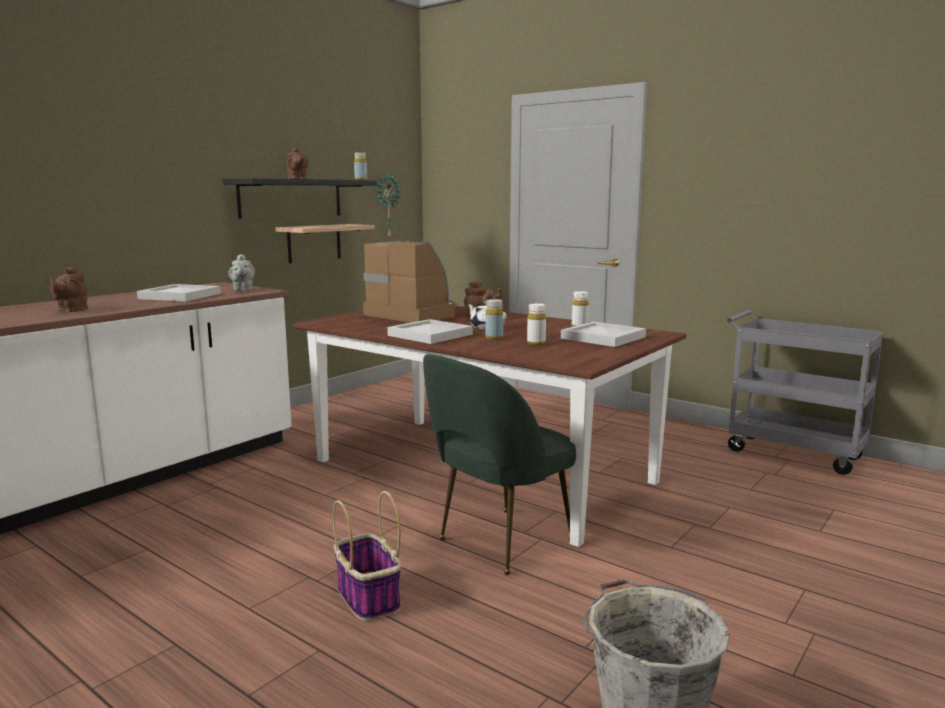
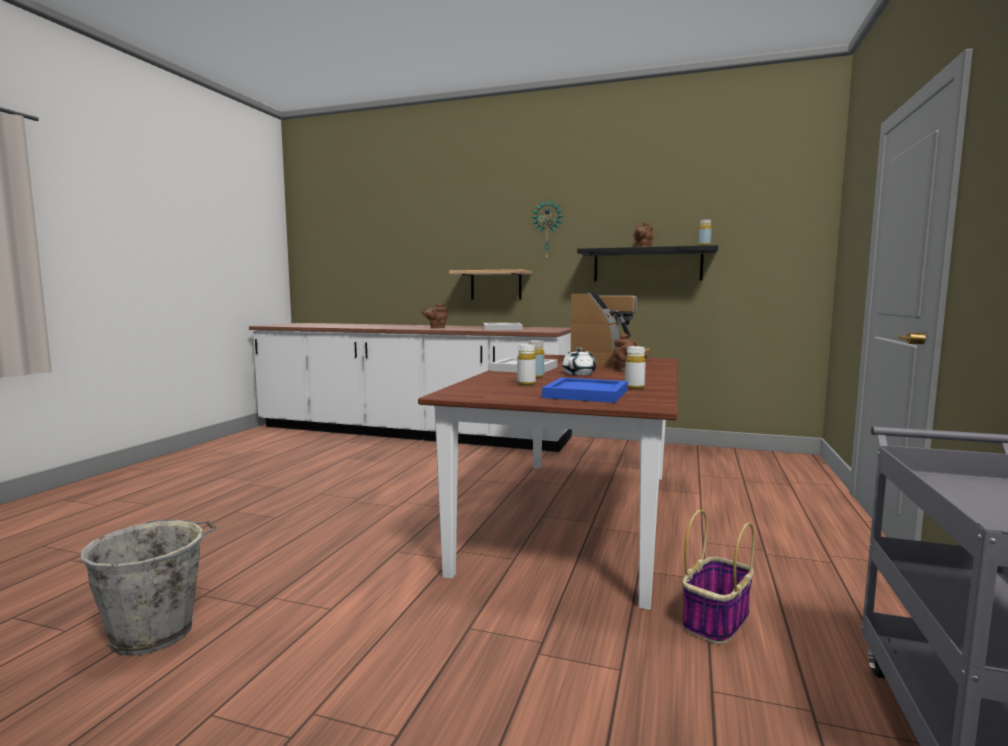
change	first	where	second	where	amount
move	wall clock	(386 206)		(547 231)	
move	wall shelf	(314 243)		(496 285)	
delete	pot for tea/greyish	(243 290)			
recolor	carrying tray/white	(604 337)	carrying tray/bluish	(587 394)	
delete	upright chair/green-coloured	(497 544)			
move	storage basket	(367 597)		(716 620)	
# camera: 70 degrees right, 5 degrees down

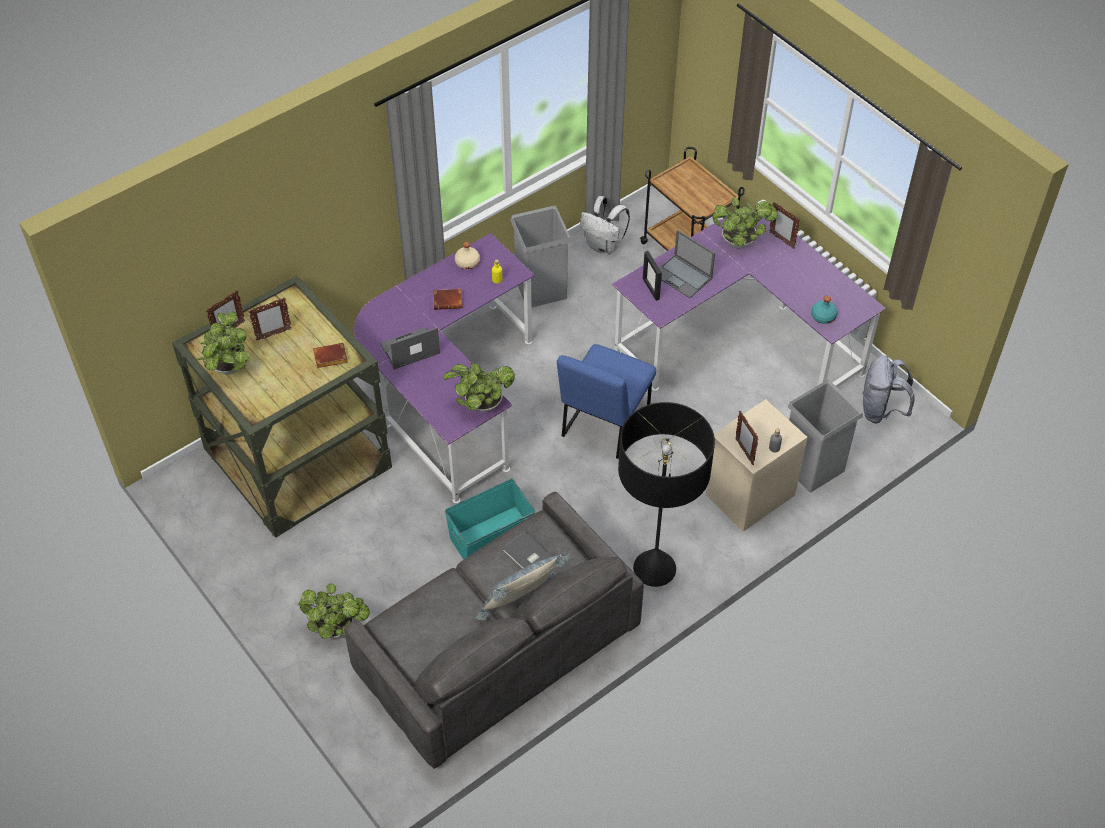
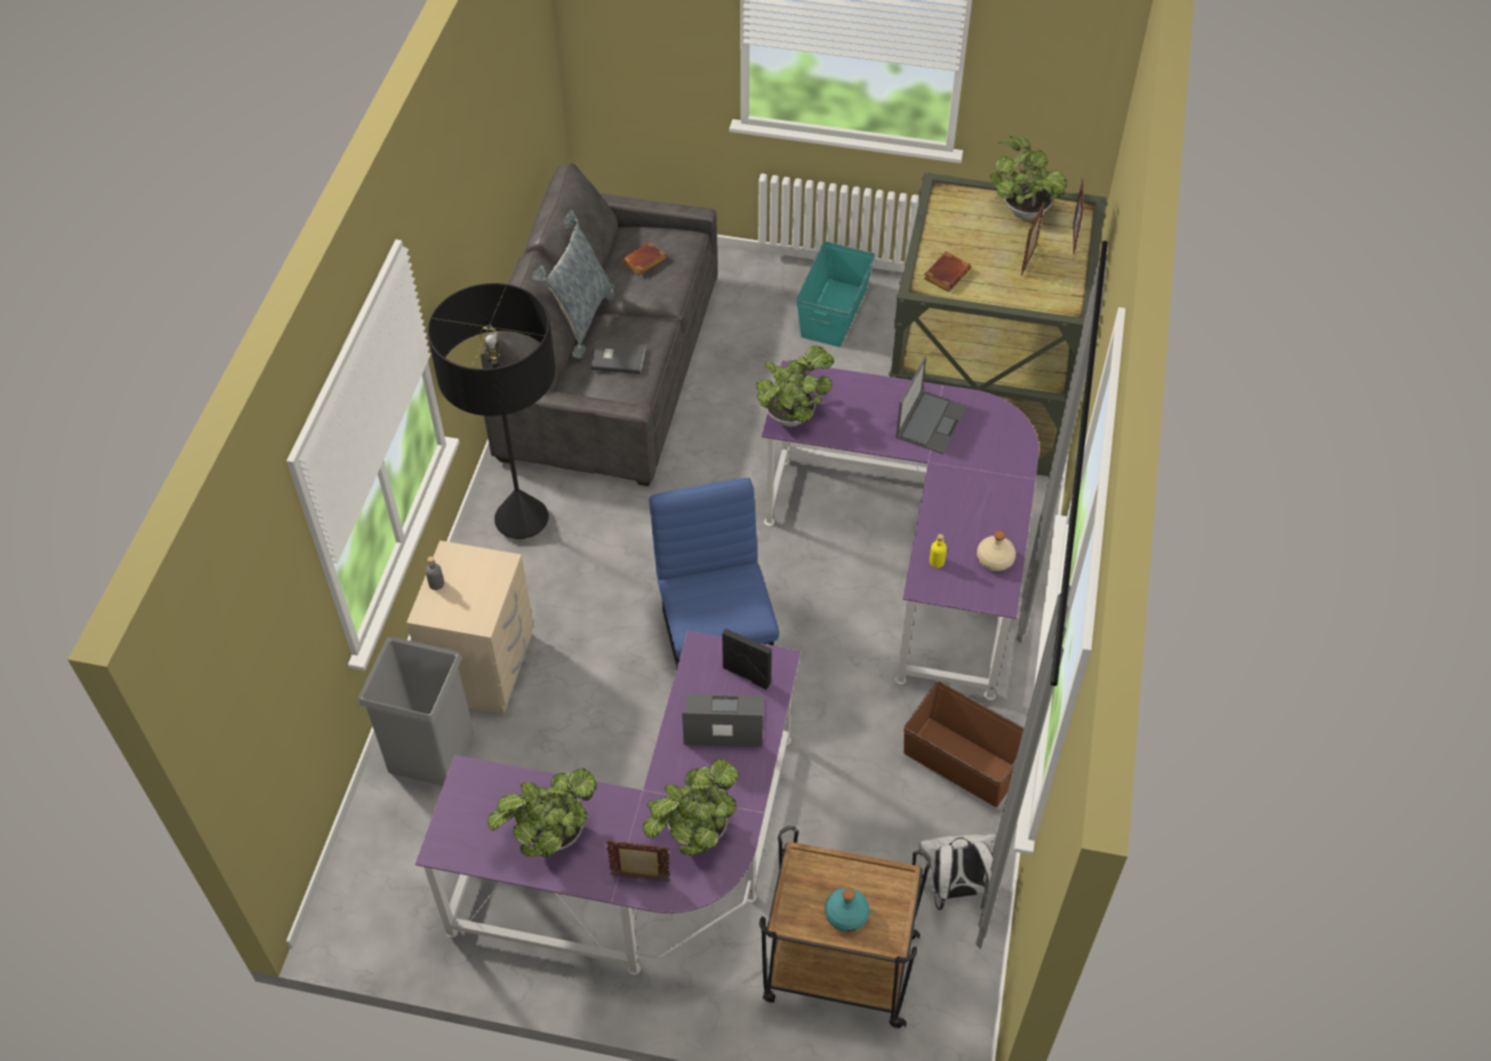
change	first	where	second	where	amount
replace	trash can/greyish	(541 288)	storage container/brownish	(962 762)	
move	bound book/brownish	(448 301)		(644 262)	
move	bottle/turquoise-coloured	(823 316)		(847 914)	
delete	rucksack/greyish	(881 410)			
delete	standing frame	(744 451)			
move	storage container/turquoise-coloured	(490 534)		(834 312)	
move	houseplant	(338 628)		(550 836)	
# camera: 140 degrees right, 0 degrees up

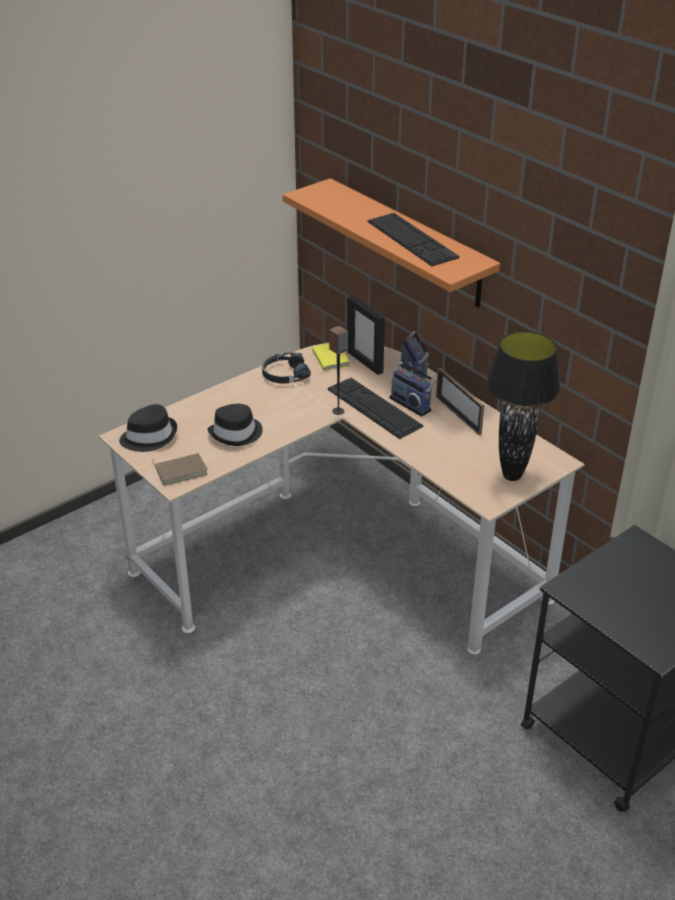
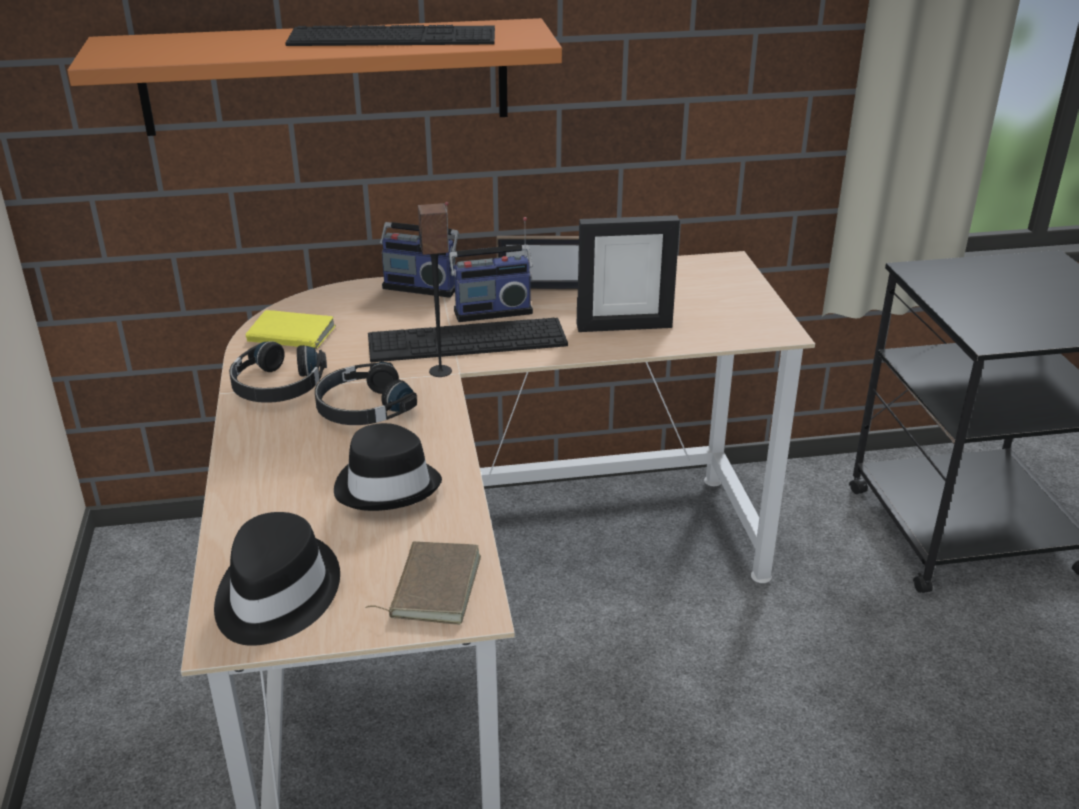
change	first	where	second	where	amount
move	standing frame	(365 362)		(624 326)	
delete	table lamp/black-coloured	(512 476)			
insert			pair of headphones/black-coloured	(363 407)	
# camera: 60 degrees left, 5 degrees down

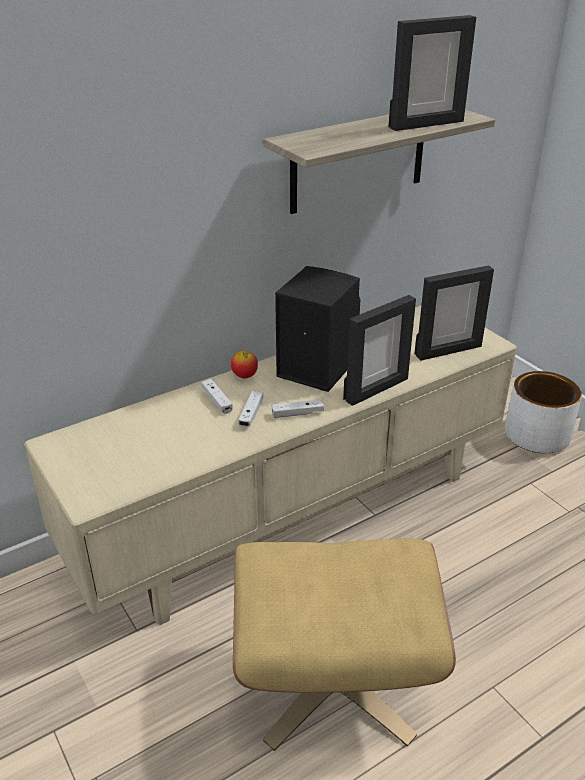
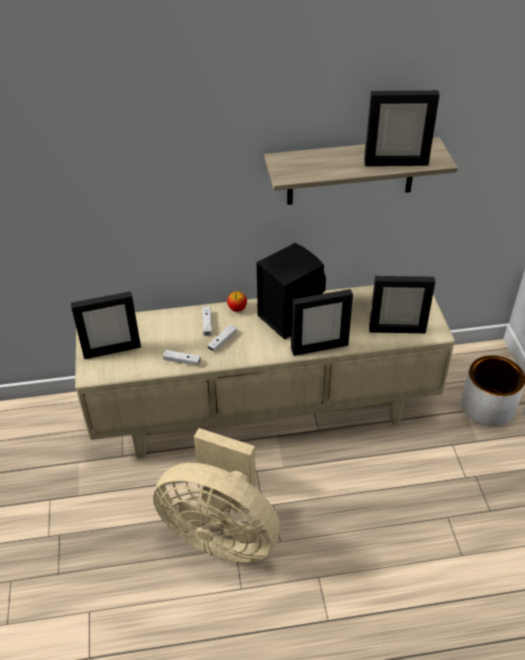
change	first	where	second	where	amount
move	game controller/white	(297 413)		(182 361)	
replace	pouffe/beige	(335 679)	fan/beige	(222 532)	
insert			standing frame	(112 349)	
# camera: 25 degrees right, 10 degrees up

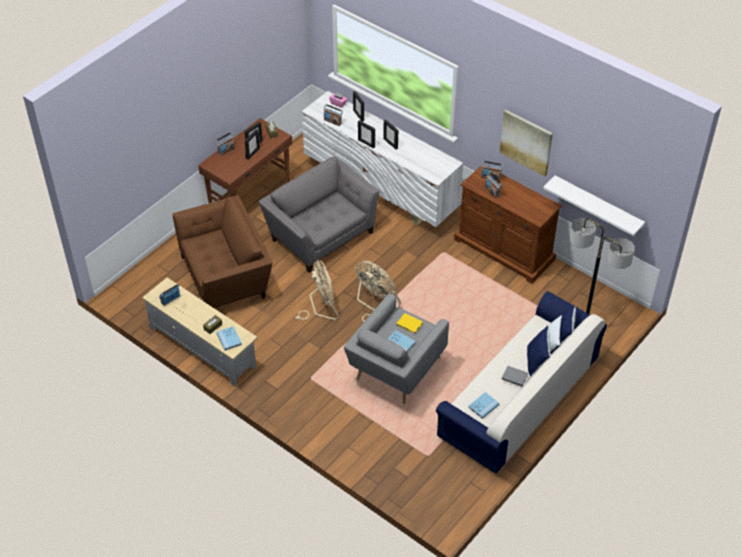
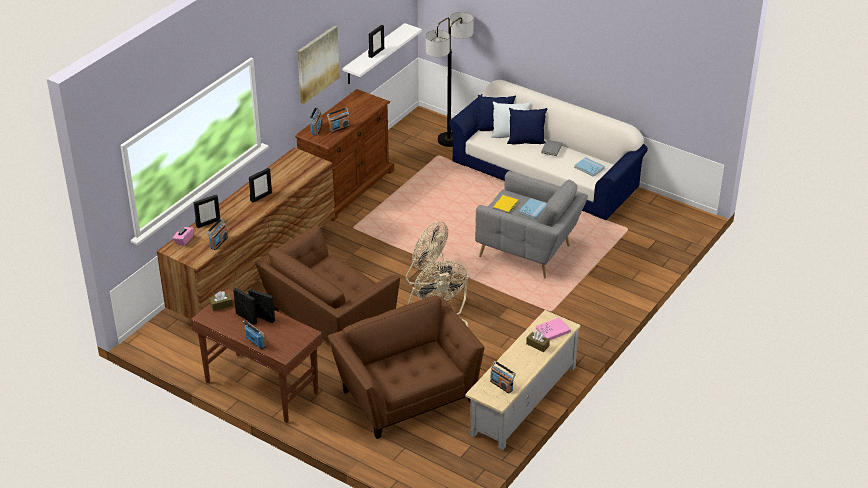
change	first	where	second	where	amount
recolor	cupboard/white	(381 191)	cupboard/brownish	(254 277)	
move	standing frame	(366 143)		(376 52)	
recolor	lounge chair/greyish	(320 234)	lounge chair/brownish	(329 320)	
recolor	bound book/bluish	(229 339)	bound book/pinkish	(553 330)	
# camera: 95 degrees left, 10 degrees down

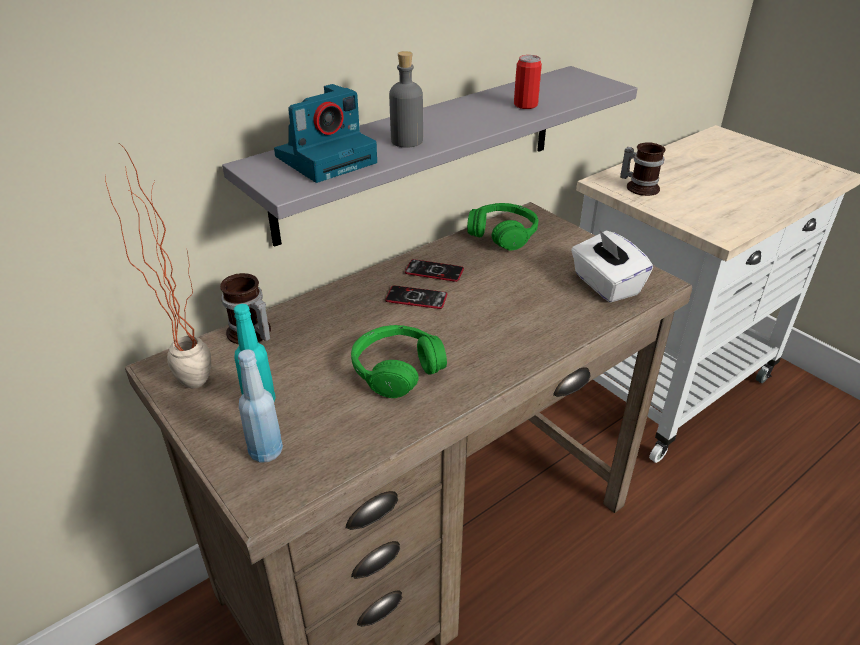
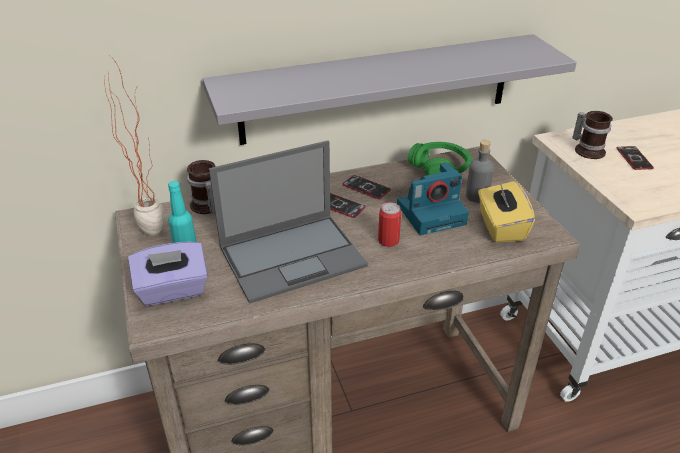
change	first	where	second	where	amount
move	bottle/greyish	(407 141)		(477 196)	
move	metal can	(525 105)		(388 241)	
move	photo camera	(327 158)		(432 213)	
recolor	tissue box/white	(605 285)	tissue box/yellow-coloured	(500 227)	
replace	pair of headphones/green-coloured	(396 370)	notebook computer	(293 256)	
replace	bottle/bluish	(266 452)	tissue box/purplish	(173 290)	
insert			handset	(634 158)	
# camera: 20 degrees right, 0 degrees up

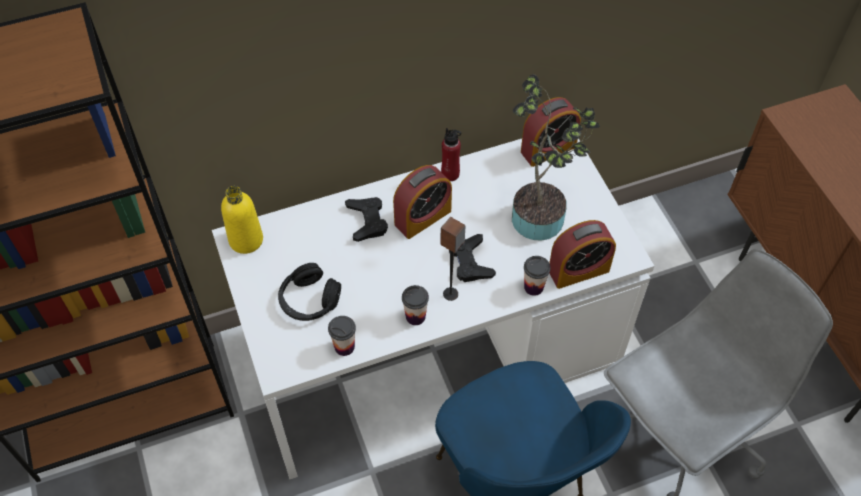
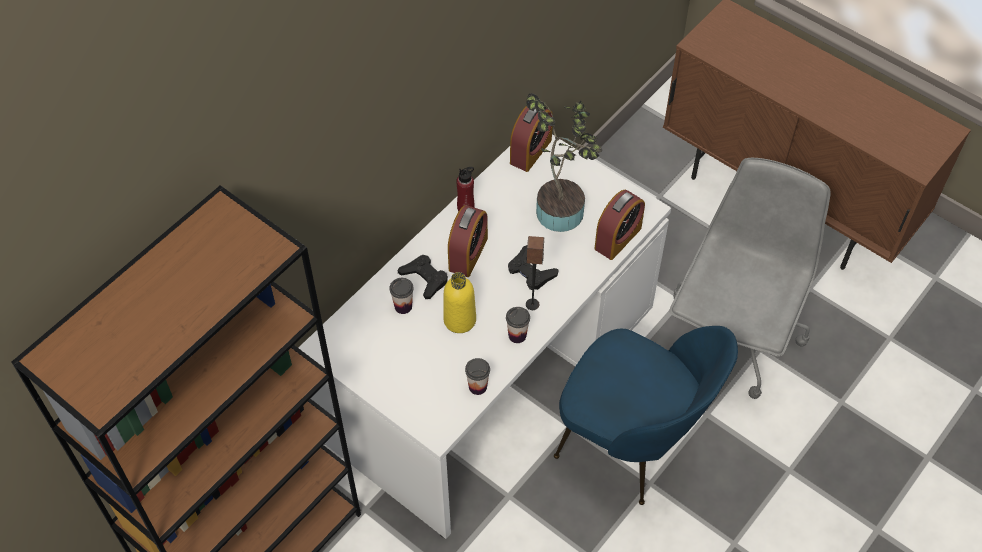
change	first	where	second	where	amount
move	bottle/yellow-coloured	(246 240)		(459 320)	
move	cup	(533 287)		(403 306)	
delete	pair of headphones/black-coloured	(309 300)			
# camera: 30 degrees left, 0 degrees up

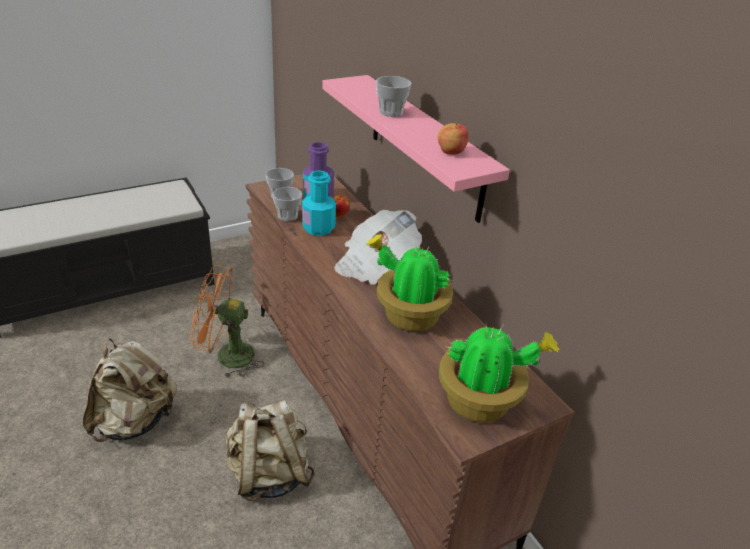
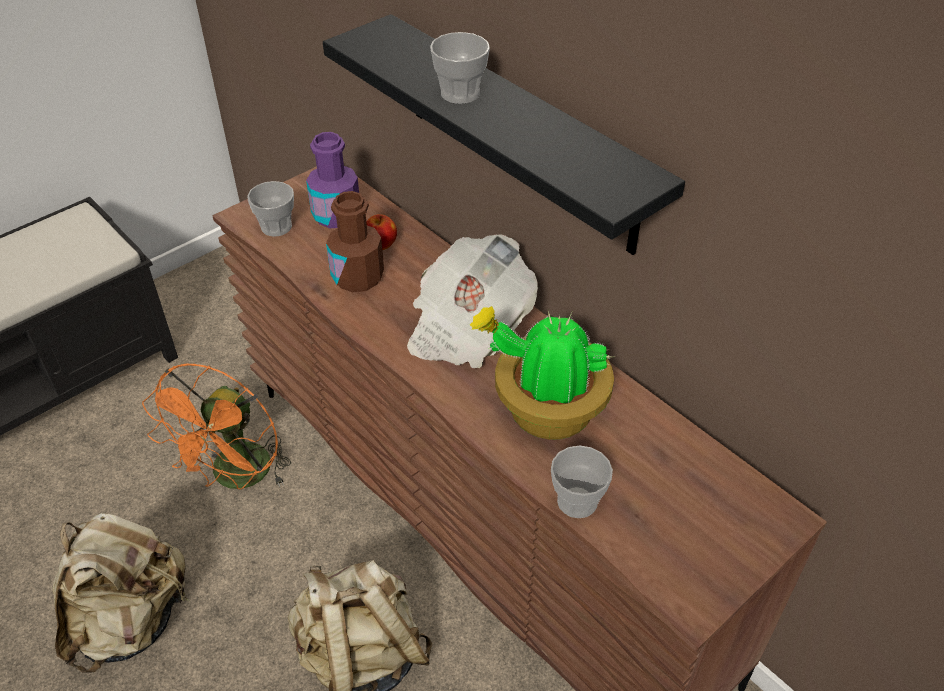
change	first	where	second	where	amount
recolor	wall shelf/pinkish	(425 146)	wall shelf/black-coloured	(519 134)	
delete	apple fruit	(451 151)			
recolor	bottle/turquoise-coloured	(318 228)	bottle/brownish	(358 277)	
move	cup	(287 216)		(577 501)	
rotate	fan/orange-coloured	(226 356)		(237 478)	60 degrees counterclockwise
delete	houseplant	(481 402)			
# camera: 10 degrees left, 10 degrees up

